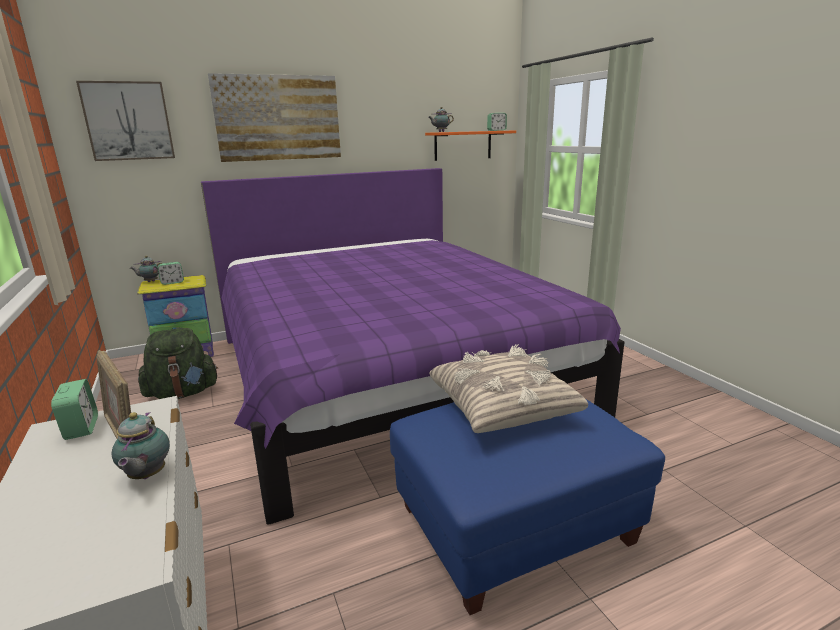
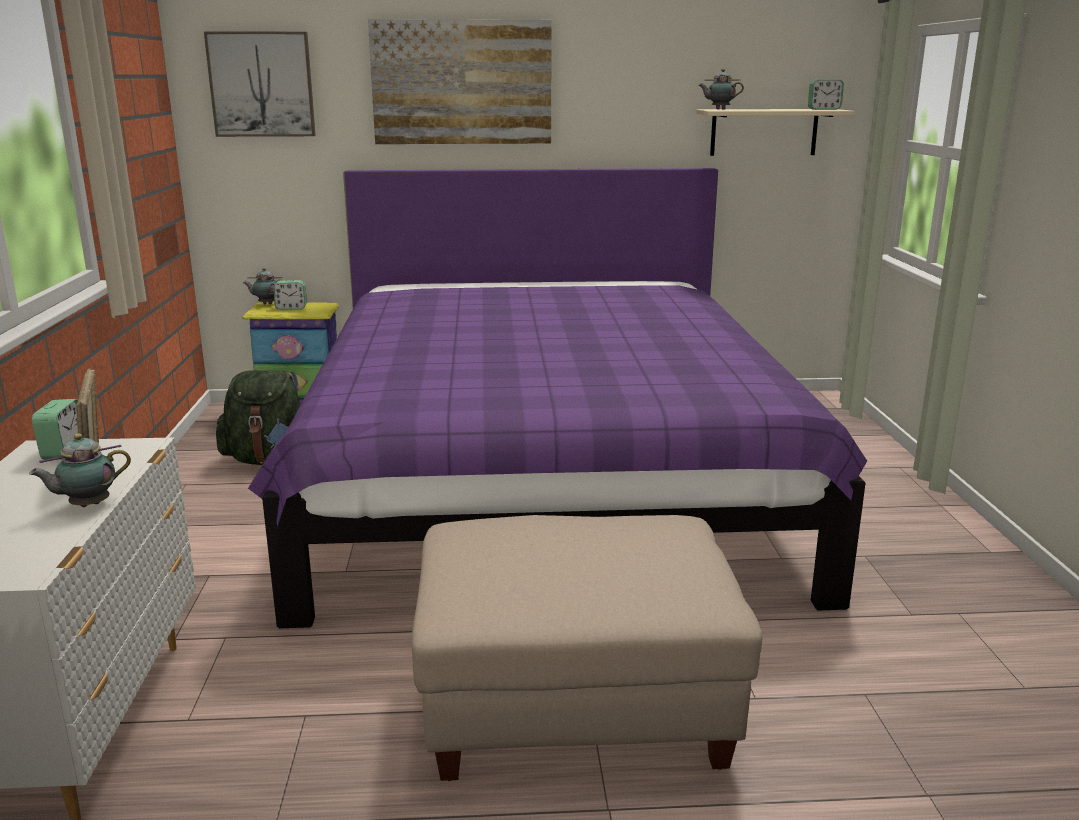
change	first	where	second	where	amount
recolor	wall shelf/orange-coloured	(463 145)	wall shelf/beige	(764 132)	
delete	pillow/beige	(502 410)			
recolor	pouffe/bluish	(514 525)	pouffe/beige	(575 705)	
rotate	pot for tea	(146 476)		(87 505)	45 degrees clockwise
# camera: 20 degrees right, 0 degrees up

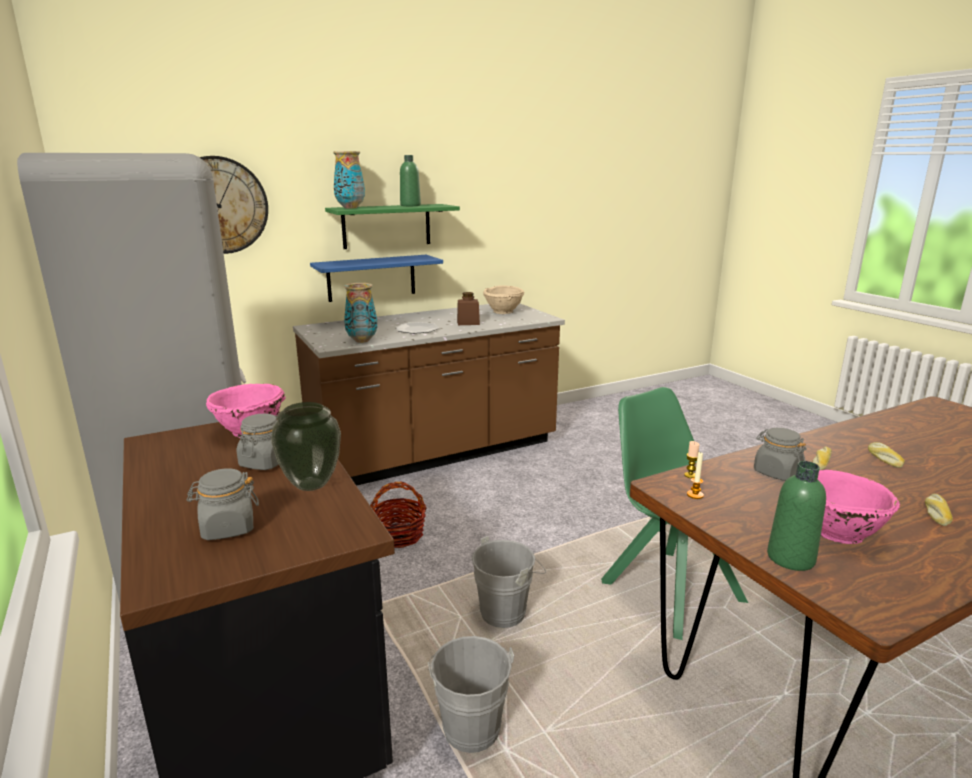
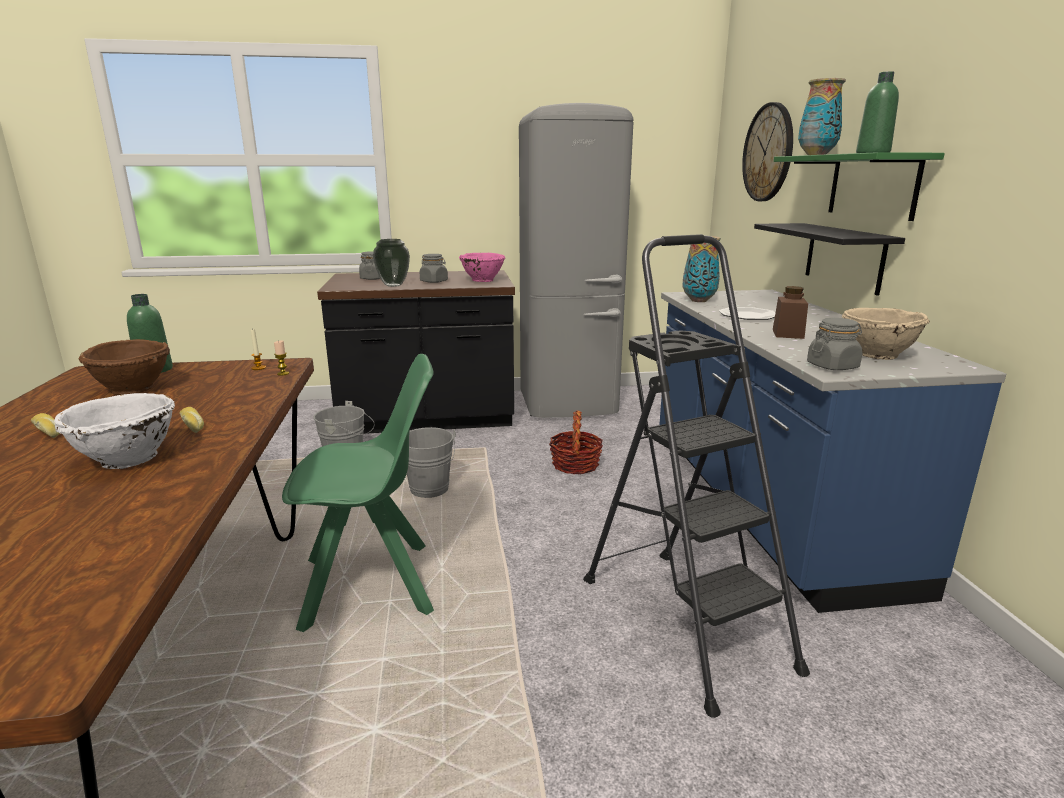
change	first	where	second	where	amount
recolor	wall shelf/bluish	(371 278)	wall shelf/black-coloured	(844 257)	
recolor	kitchen base unit/brownish	(435 453)	kitchen base unit/bluish	(765 505)	
move	preserve jar/greyish	(776 472)		(832 366)	
replace	baked bread	(883 459)	deep dish/white	(126 459)	
recolor	deep dish/pinkish	(836 532)	deep dish/brownish	(134 389)	
insert			step ladder	(682 619)	
# camera: 110 degrees right, 0 degrees up

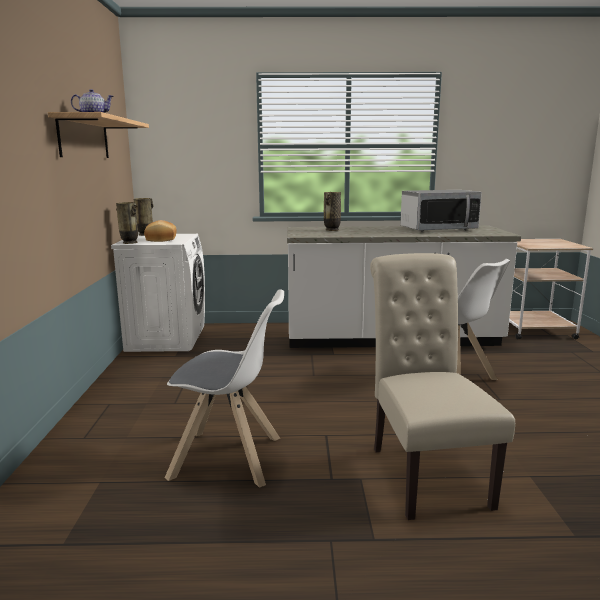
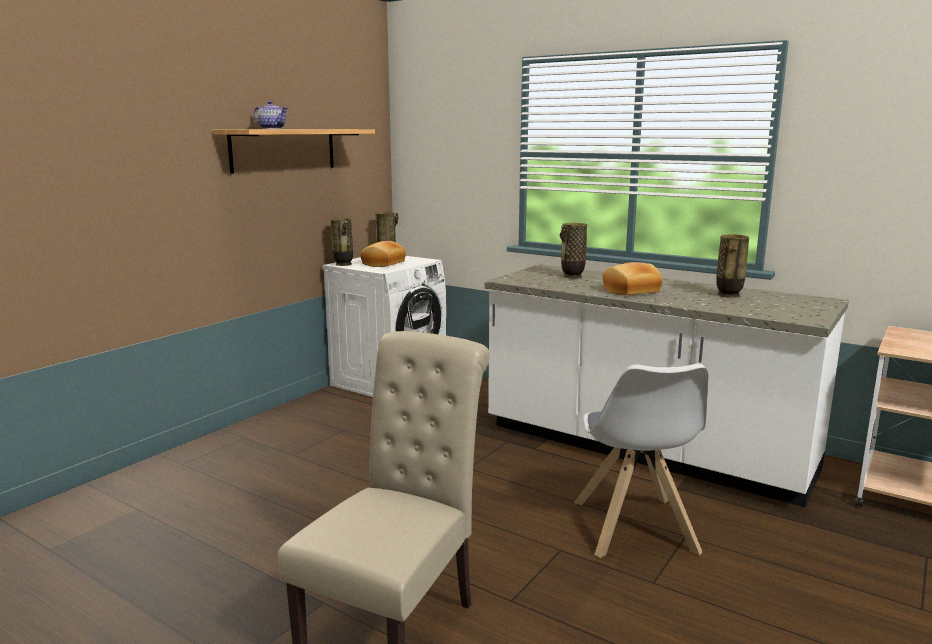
change	first	where	second	where	amount
replace	kitchen microwave	(438 229)	vase	(729 295)	
delete	upright chair	(230 458)			
insert			baked bread	(631 291)	
# camera: 35 degrees right, 0 degrees up

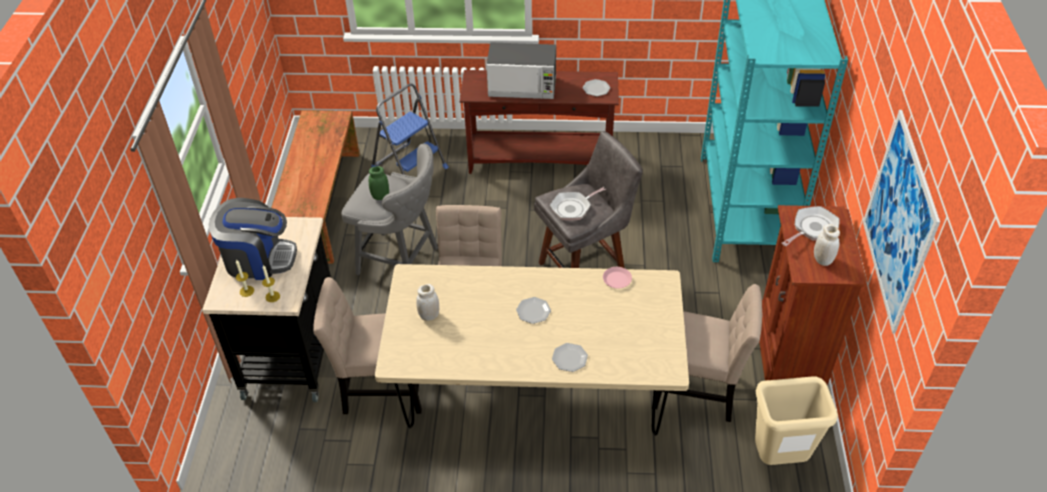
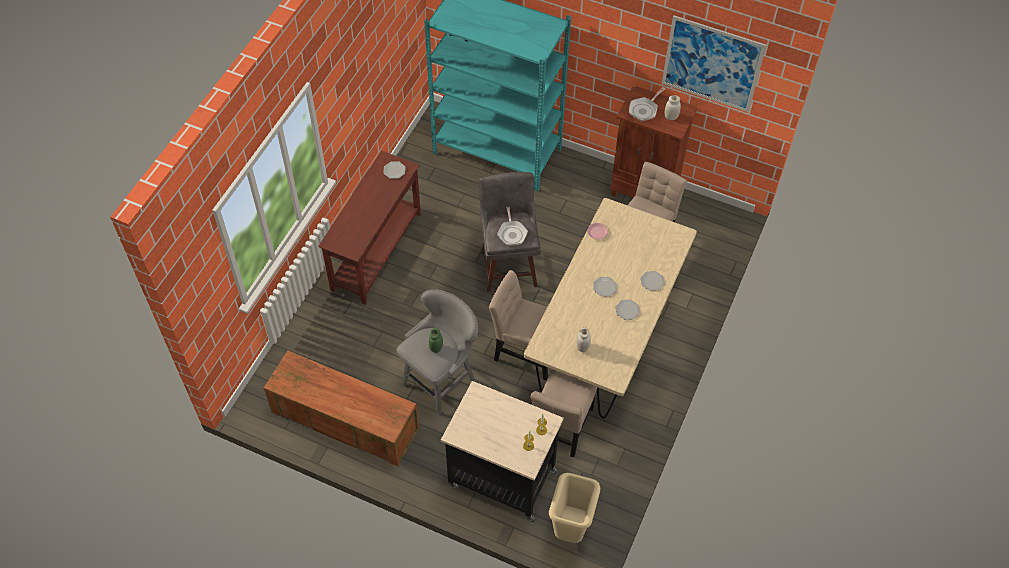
change	first	where	second	where	amount
delete	kitchen microwave	(522 87)			
delete	step ladder/bluish	(407 166)			
delete	coffee brewer	(258 259)			
rotate	skillet	(812 229)		(644 110)	120 degrees counterclockwise
move	trash can/beige	(778 458)		(570 530)	
insert			flat dish	(627 310)	
# camera: 70 degrees left, 10 degrees up

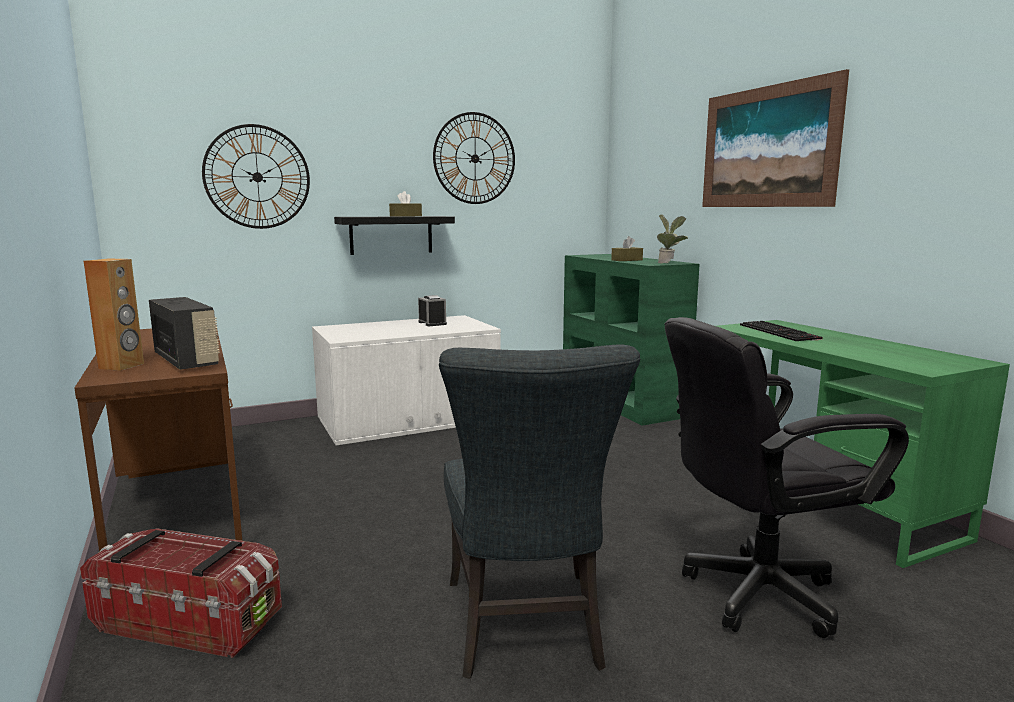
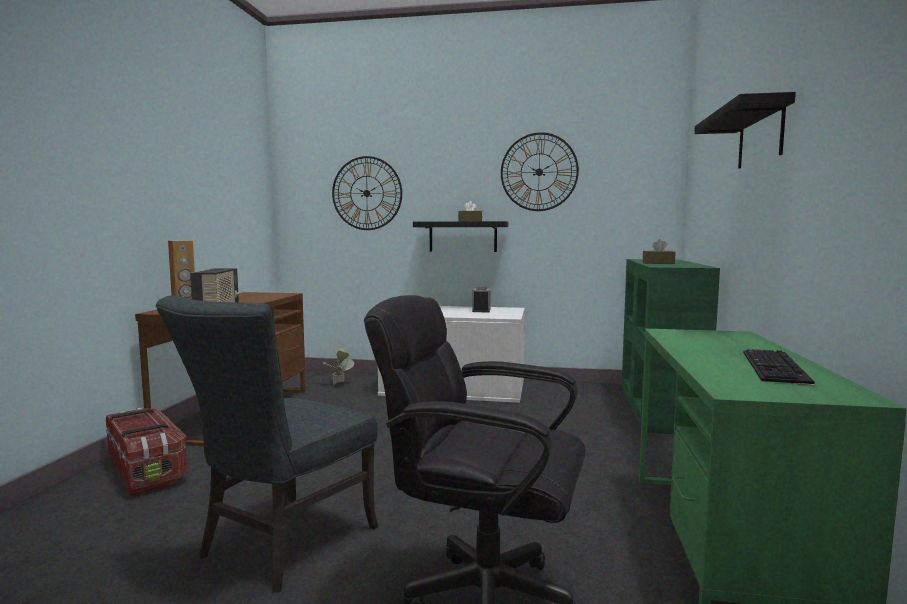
change	first	where	second	where	amount
replace	wall art	(767 147)	wall shelf/black-coloured	(760 136)	
move	houseplant	(669 263)		(340 384)	
move	PC keyboard	(780 332)		(777 367)	
# camera: 35 degrees right, 5 degrees down

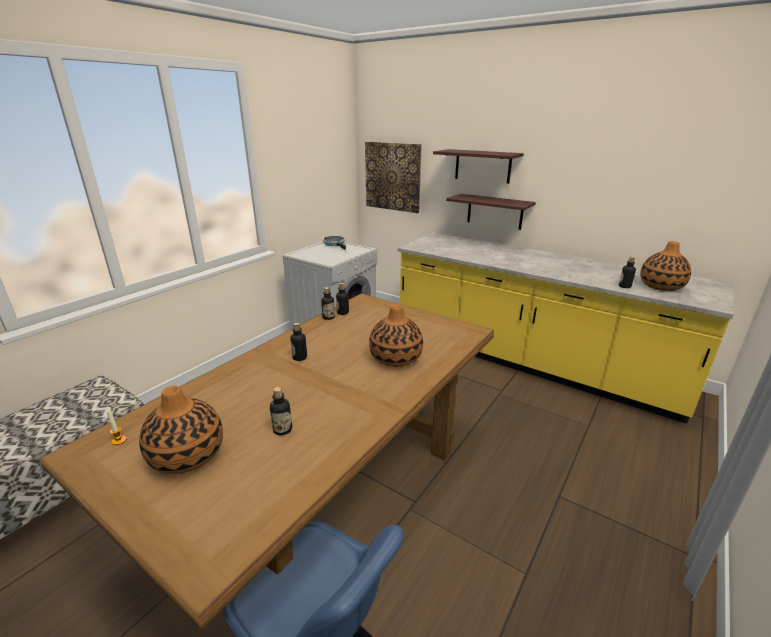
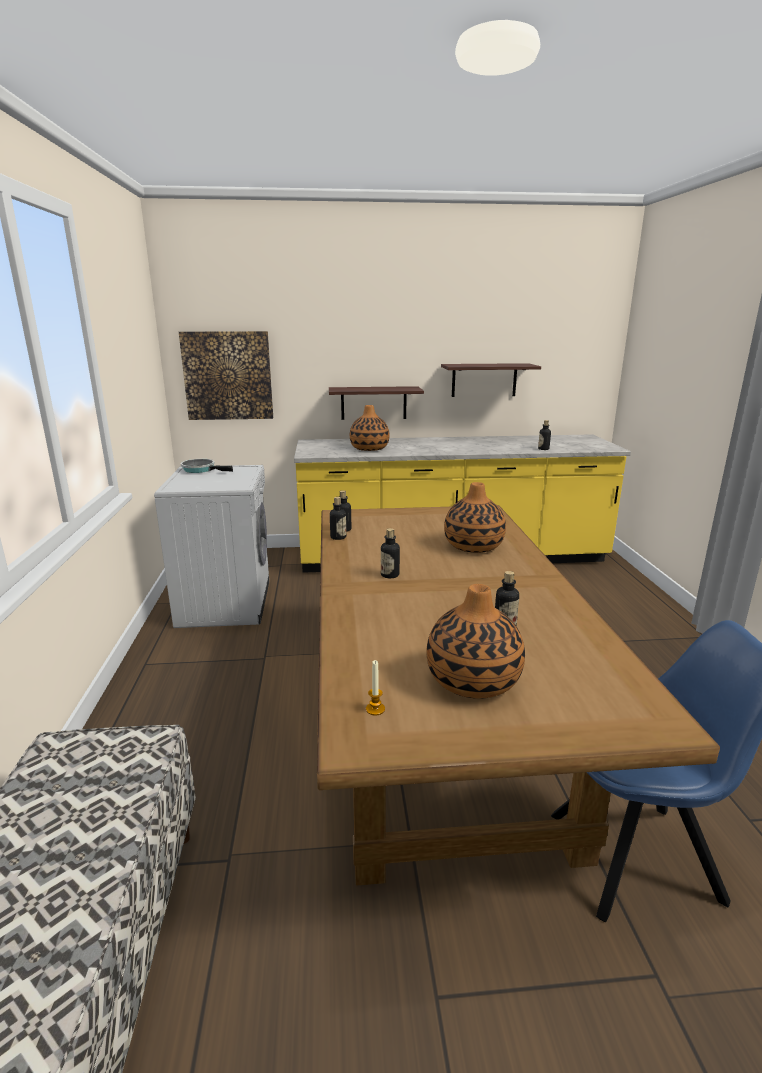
change	first	where	second	where	amount
move	wall shelf	(482 166)		(484 380)	
move	vase	(661 286)		(369 448)	
# camera: 40 degrees left, 5 degrees down

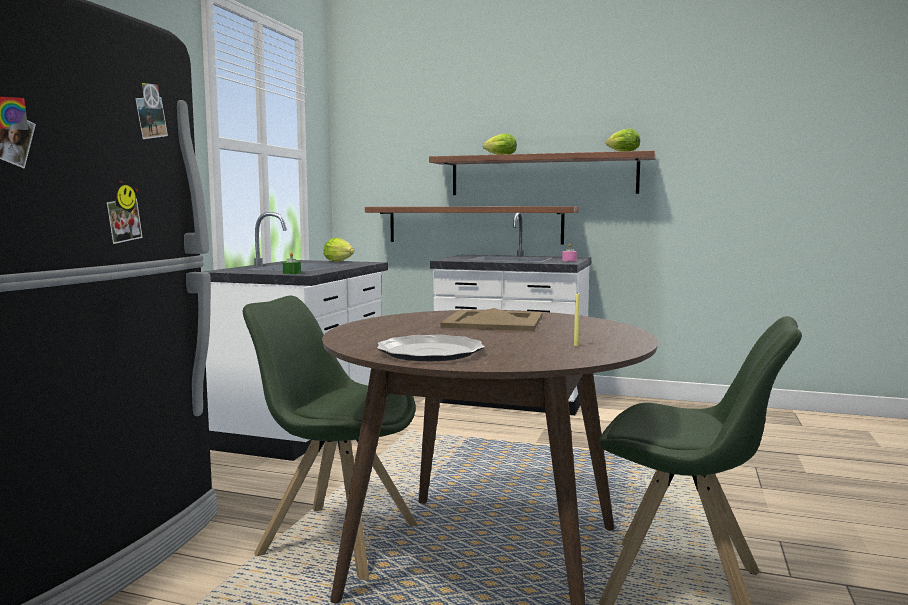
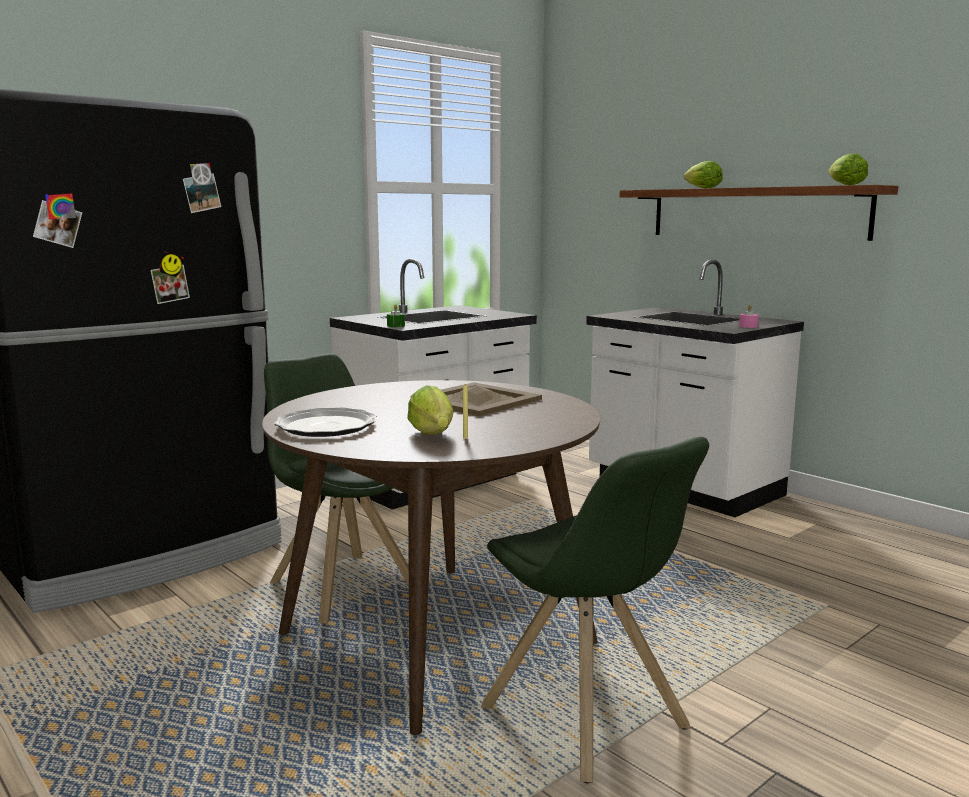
change	first	where	second	where	amount
delete	wall shelf	(474 225)			
move	lettuce	(340 262)		(434 435)	
# camera: 30 degrees right, 5 degrees up

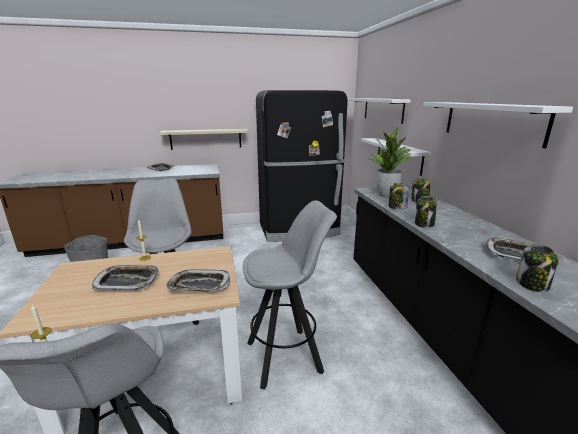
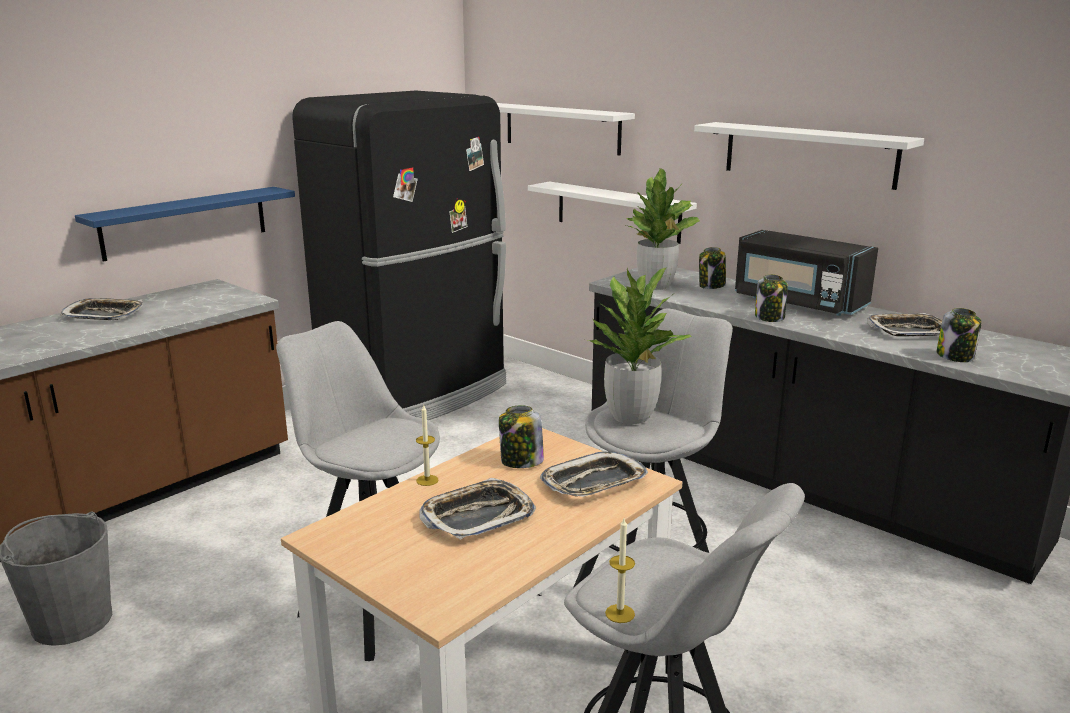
change	first	where	second	where	amount
recolor	wall shelf/beige	(206 139)	wall shelf/bluish	(185 222)	
move	preserve jar	(397 207)		(521 462)	
insert			kitchen microwave/black-coloured	(798 302)	
insert			houseplant	(631 416)	
# camera: 35 degrees left, 0 degrees up

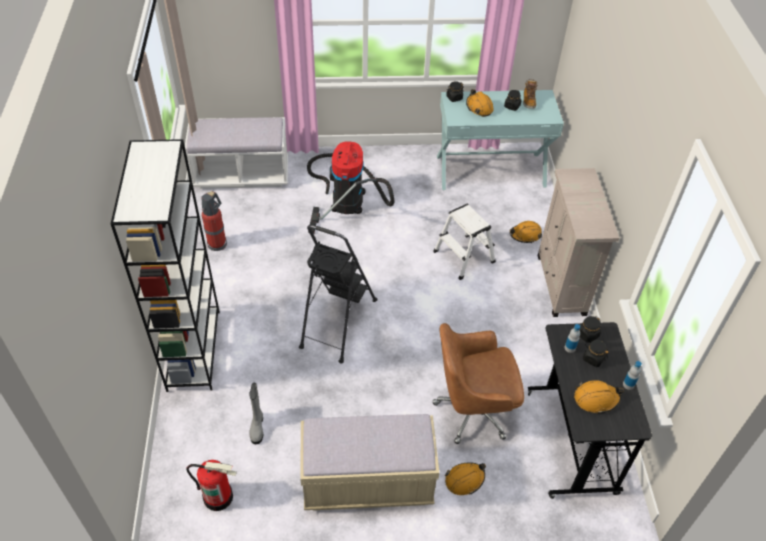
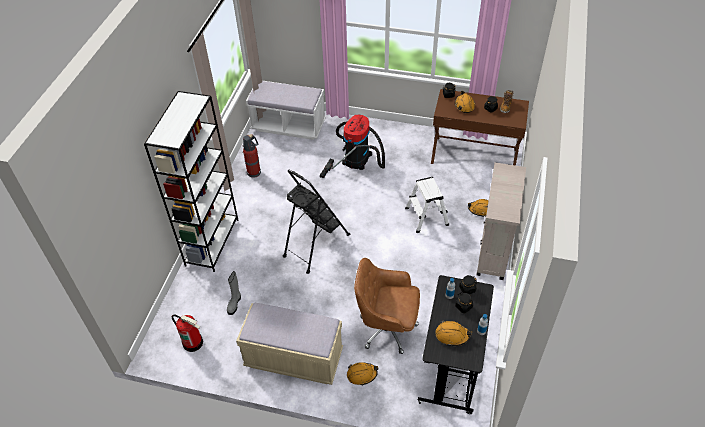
change	first	where	second	where	amount
recolor	desk unit/turquoise-coloured	(490 170)	desk unit/brownish	(474 155)	
# camera: 20 degrees right, 0 degrees up

